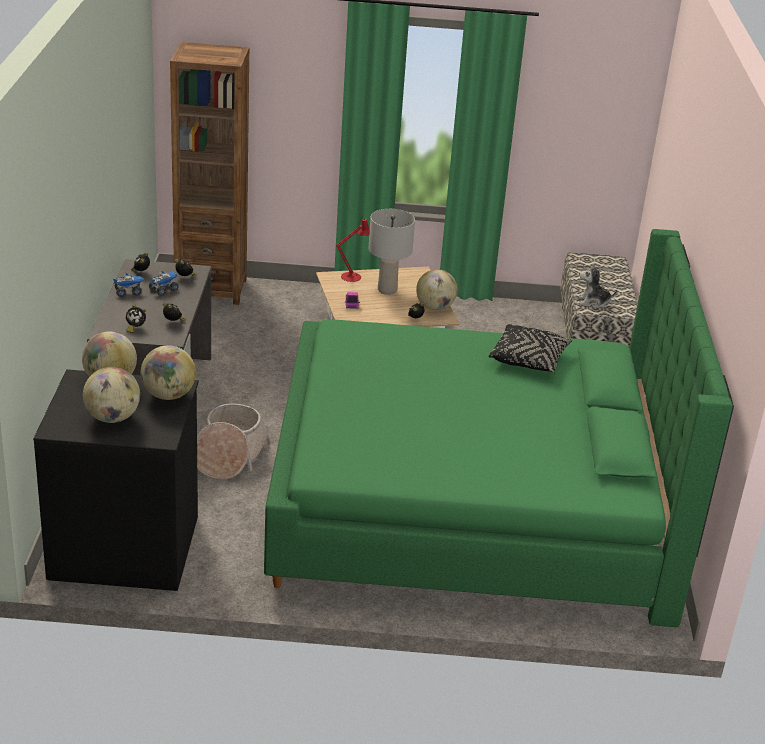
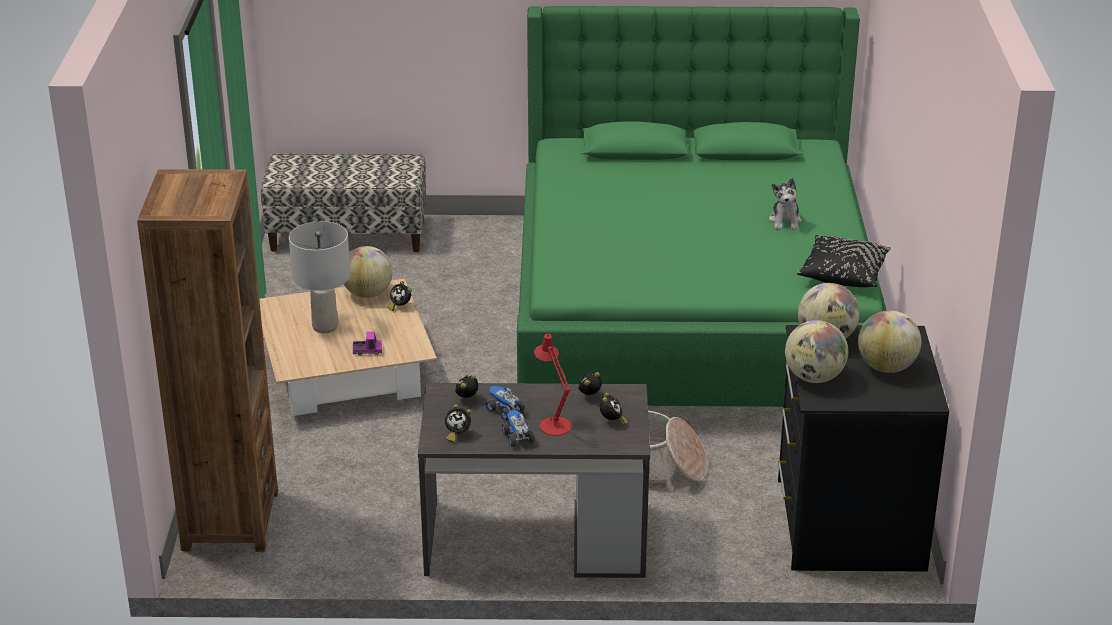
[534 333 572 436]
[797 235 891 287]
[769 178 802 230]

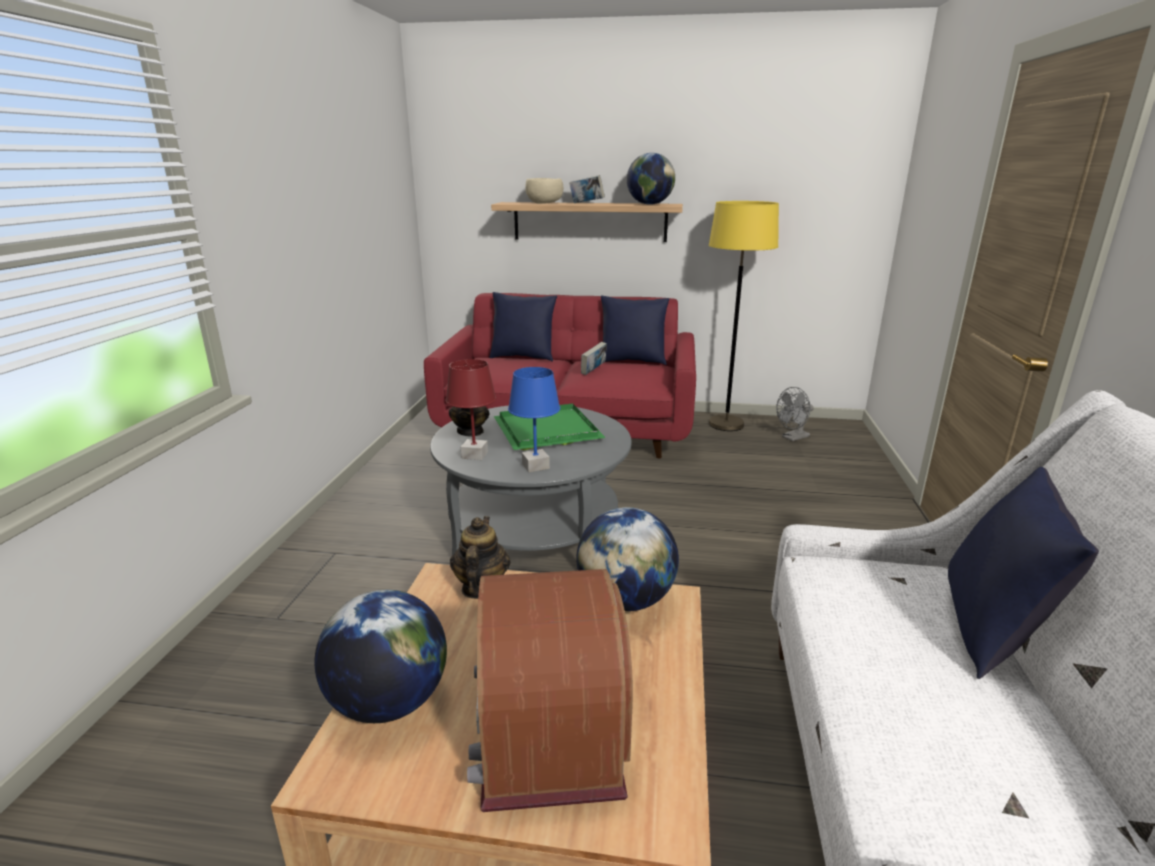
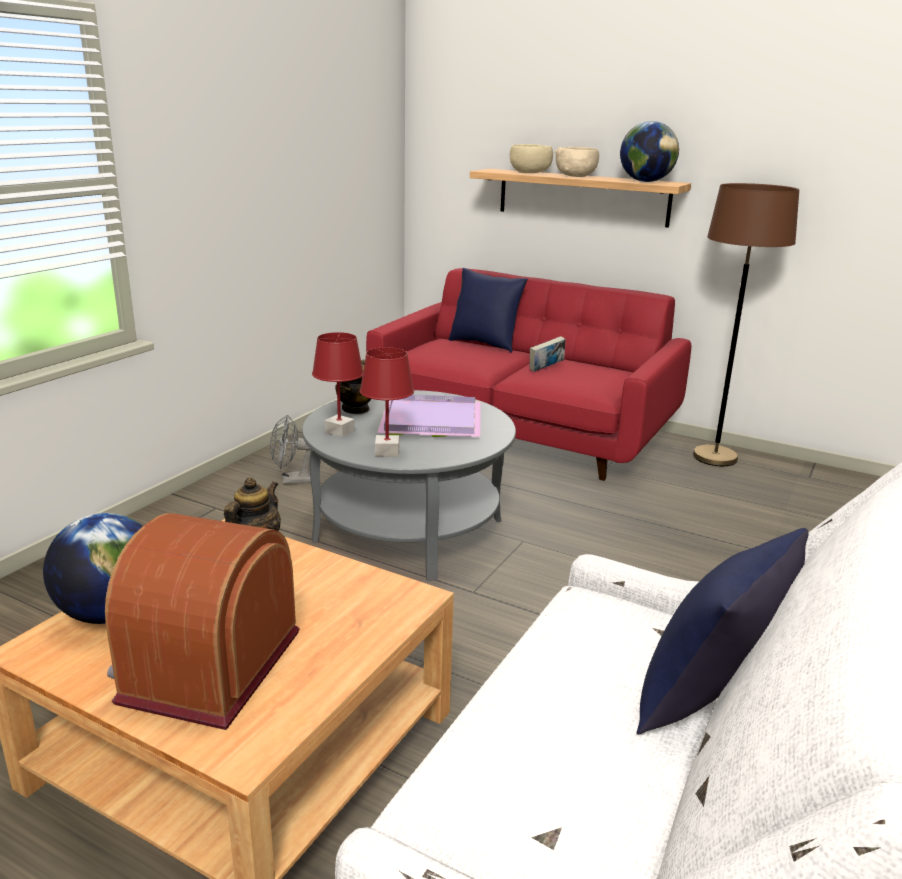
[577 507 679 611] (first image)
[601 296 669 365] (first image)
[270 415 311 484]
[555 147 599 177]
[377 395 481 437]
[360 347 414 457]
[693 183 800 466]

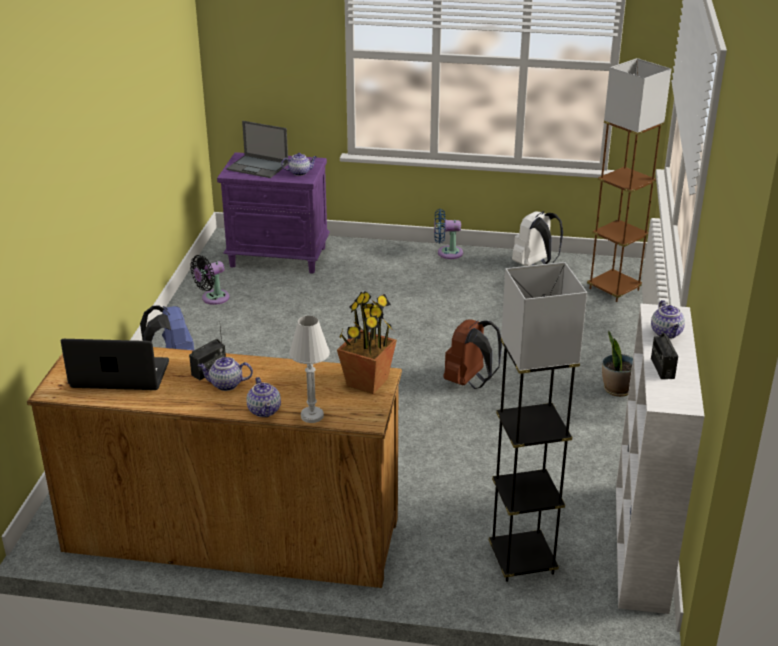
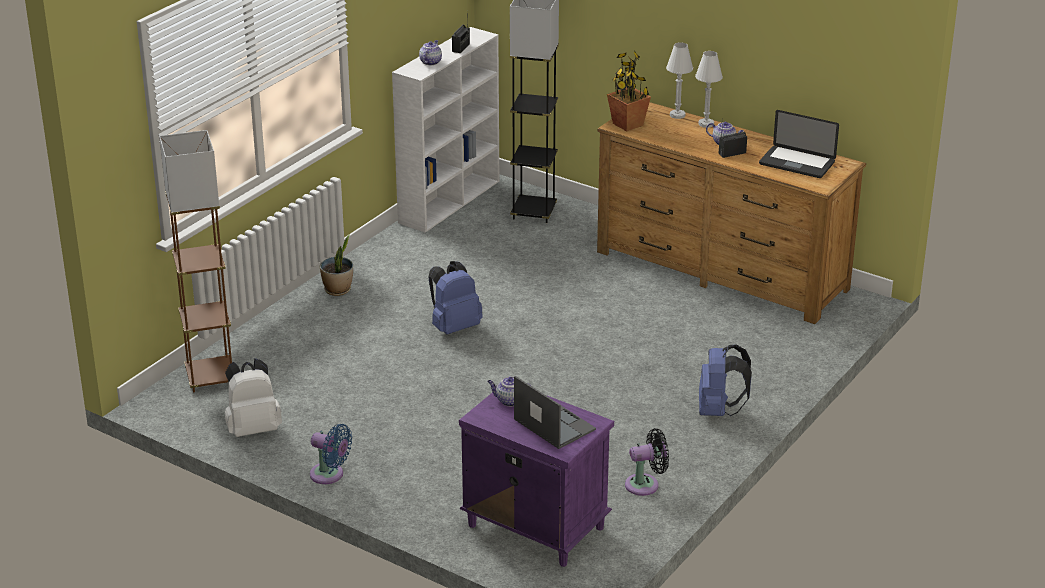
[695 51 723 128]
[429 261 483 335]

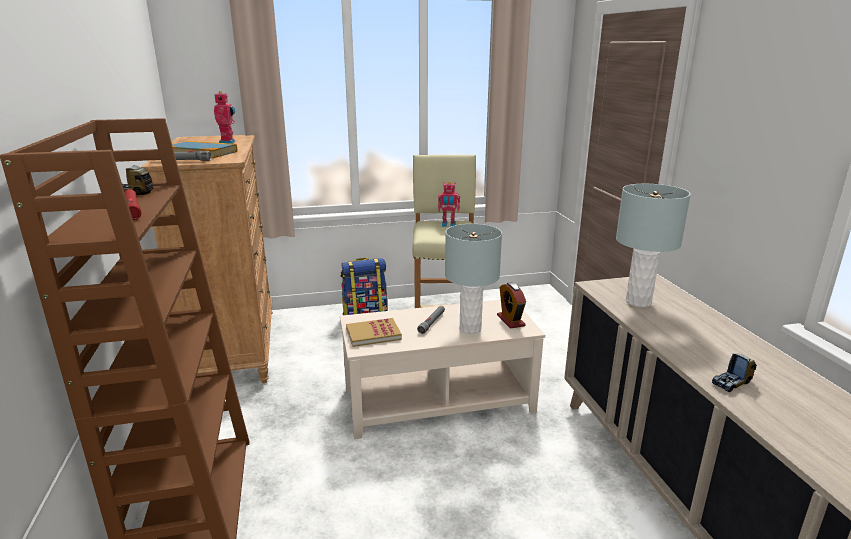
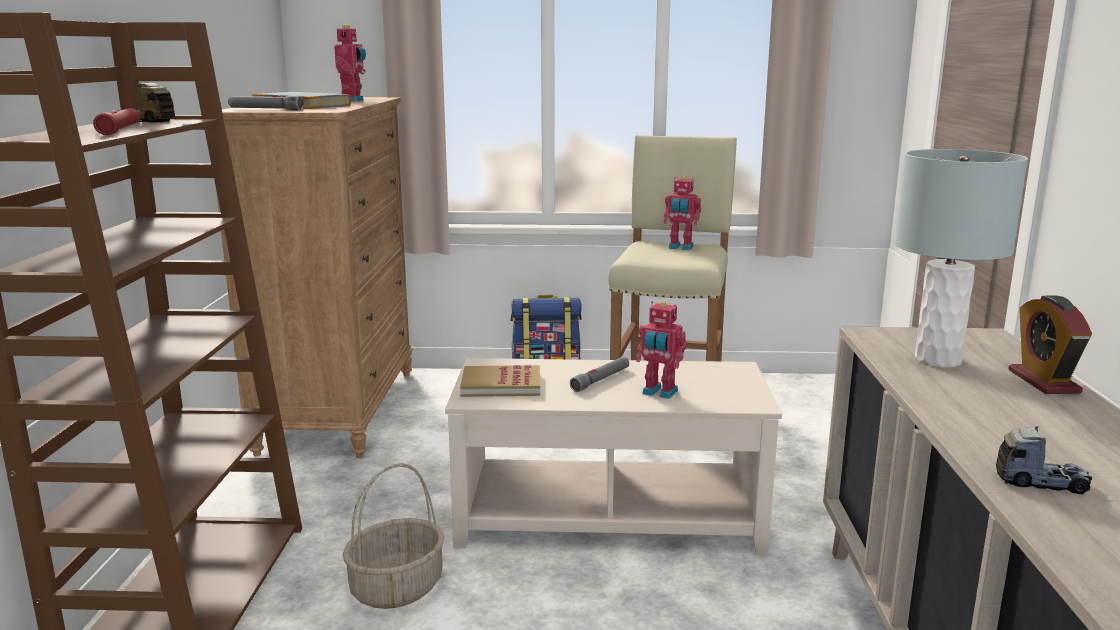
[343 463 444 609]
[1008 295 1092 394]
[636 301 687 399]
[996 426 1092 495]

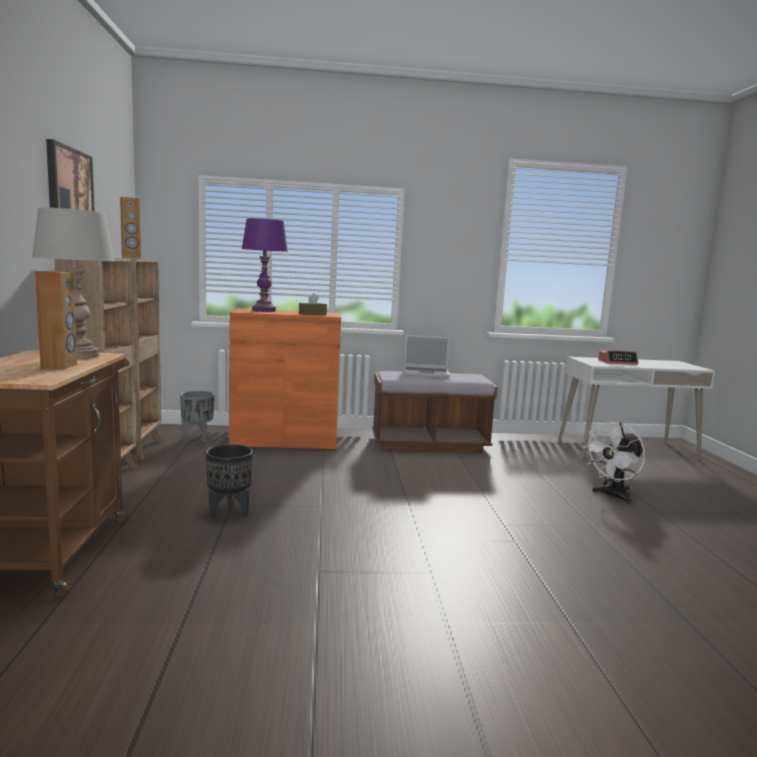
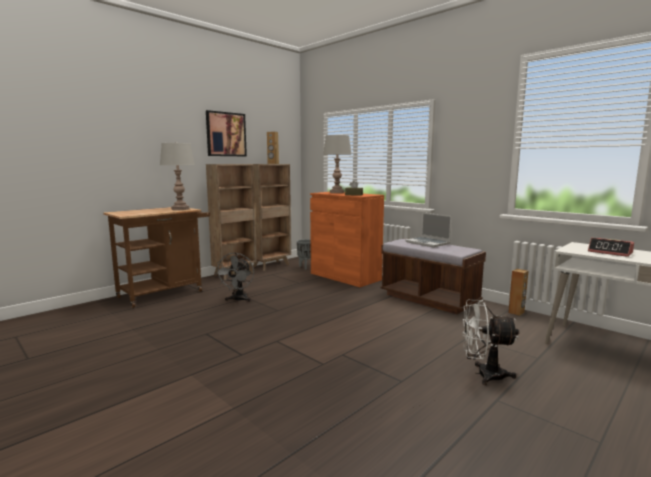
[508 269 528 316]
[215 252 254 302]
[323 135 352 193]

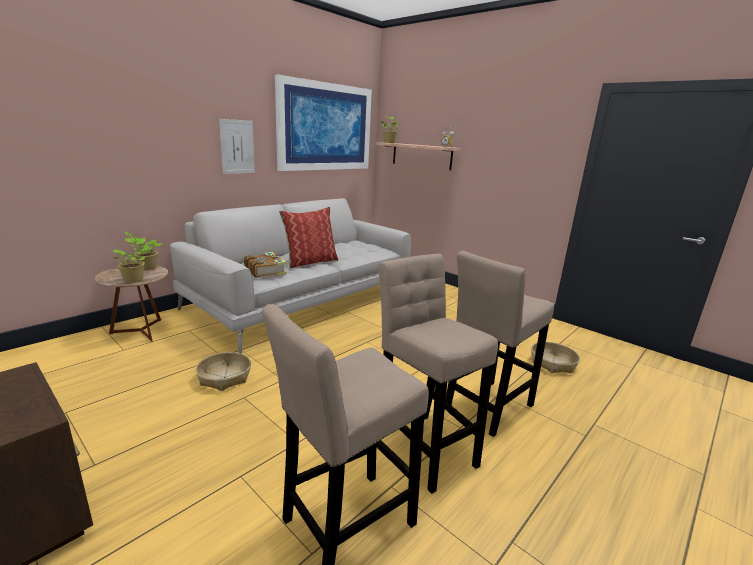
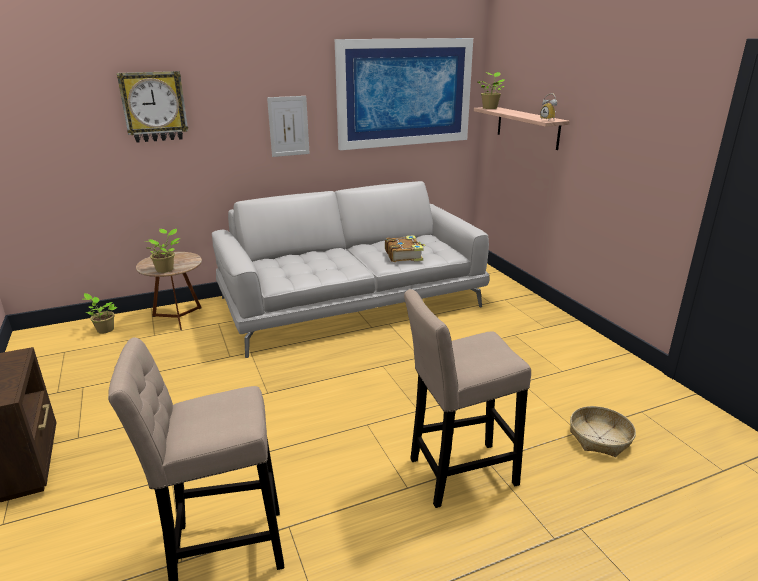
[196 352 251 391] (first image)
[279 207 338 269] (first image)
[378 254 498 494] (first image)
[117 71 188 143]
[82 293 117 334]
[385 235 426 262]

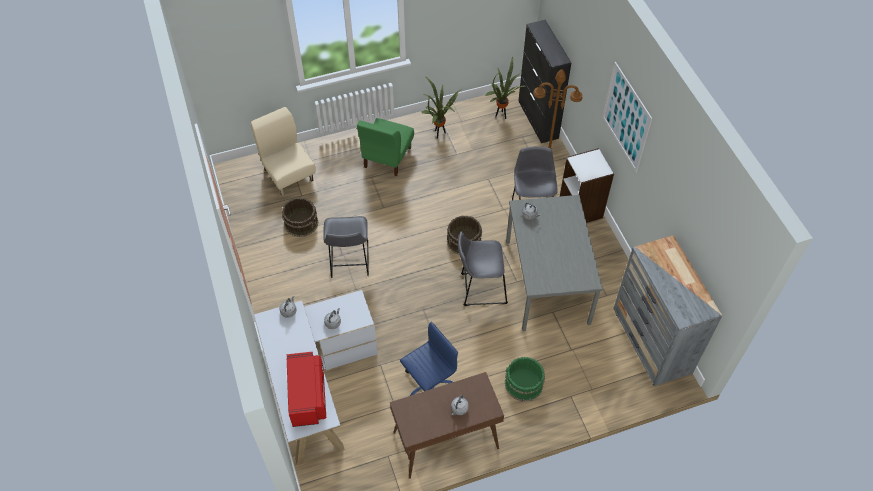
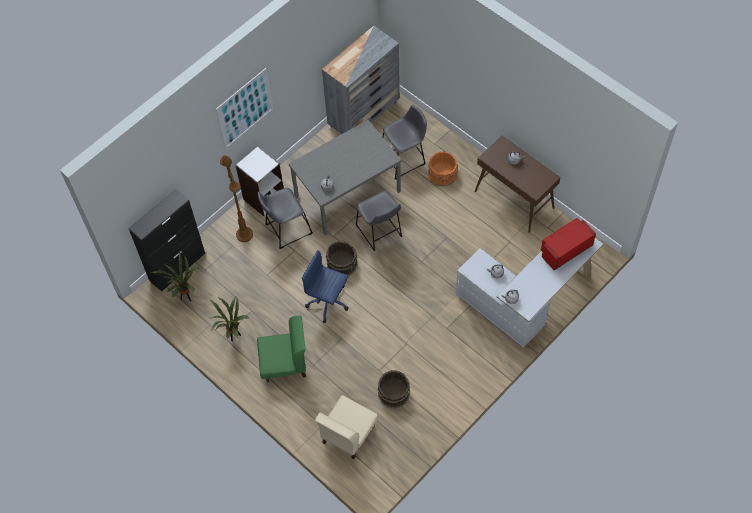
[382 105 427 180]
[302 250 349 323]
[428 151 458 186]

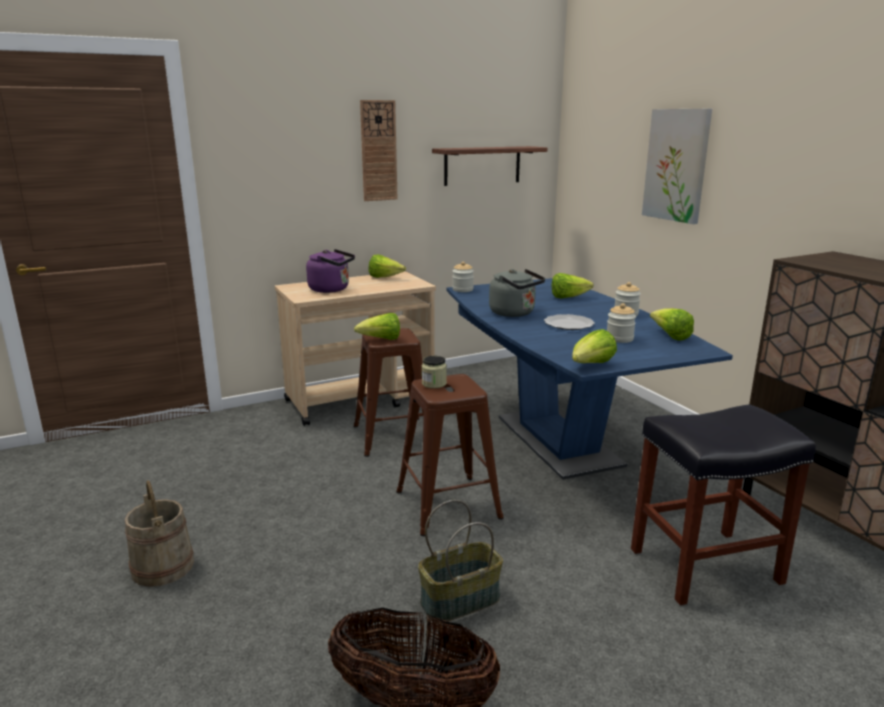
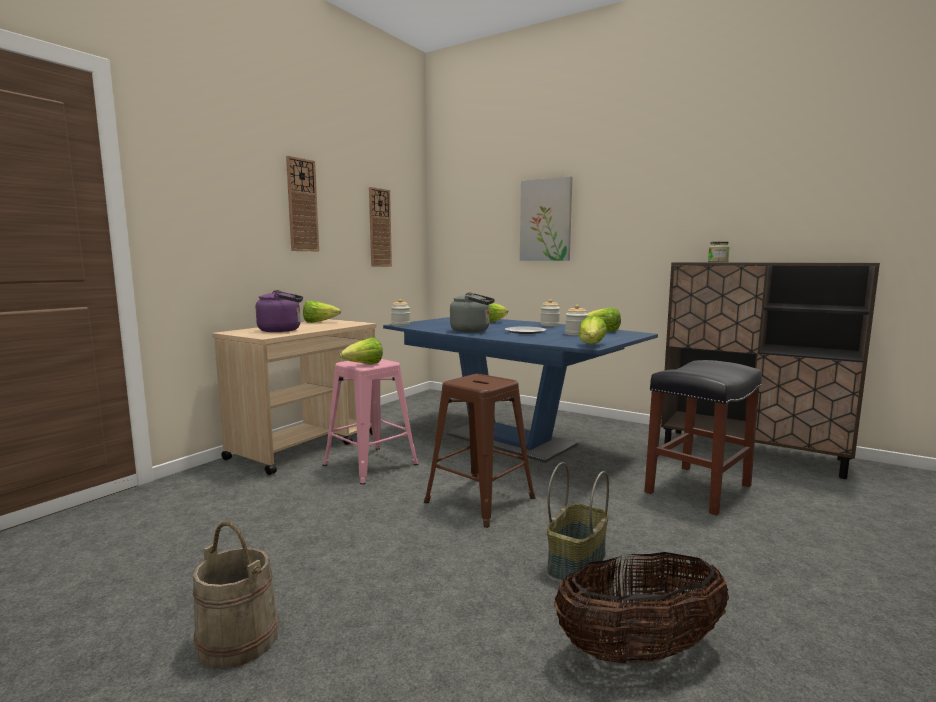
[708 242 730 262]
[369 187 392 267]
[323 359 419 485]

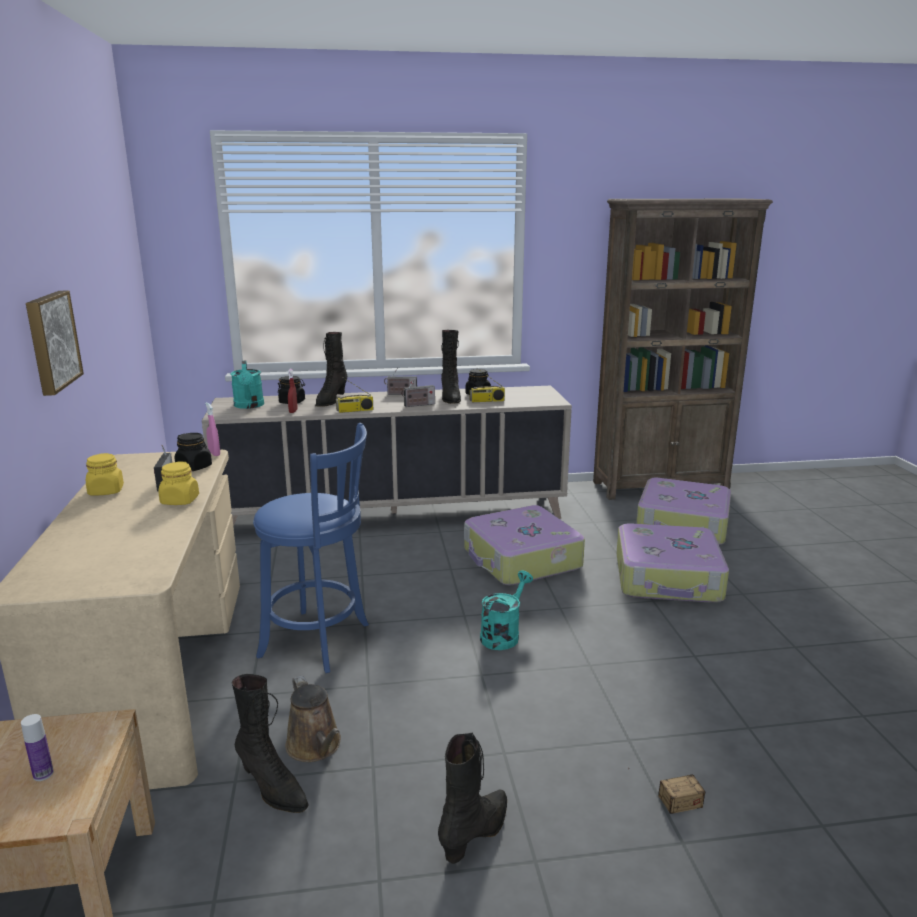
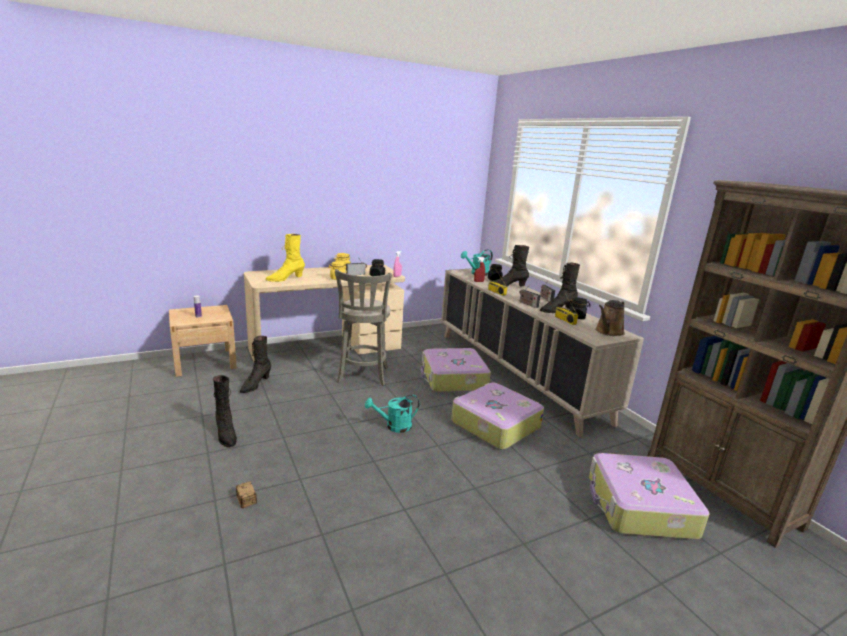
[26 291 84 396] (first image)
[265 234 305 282]
[595 300 625 336]
[421 348 491 393]
[335 269 392 386]
[213 375 237 448]
[365 395 419 433]

